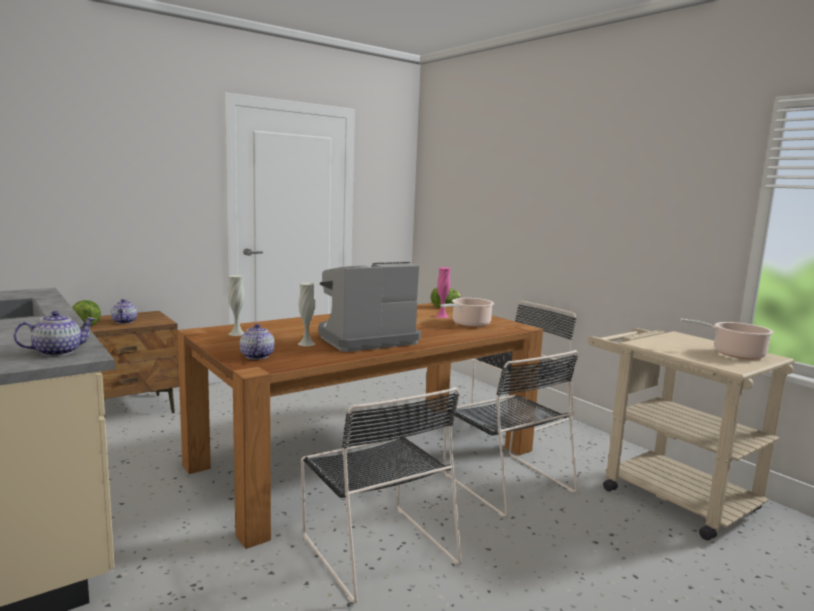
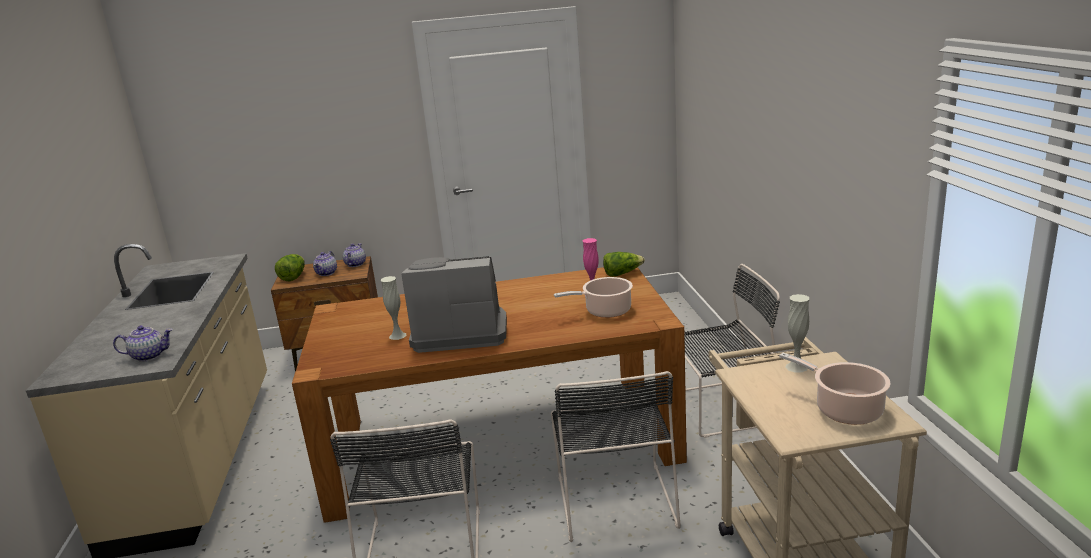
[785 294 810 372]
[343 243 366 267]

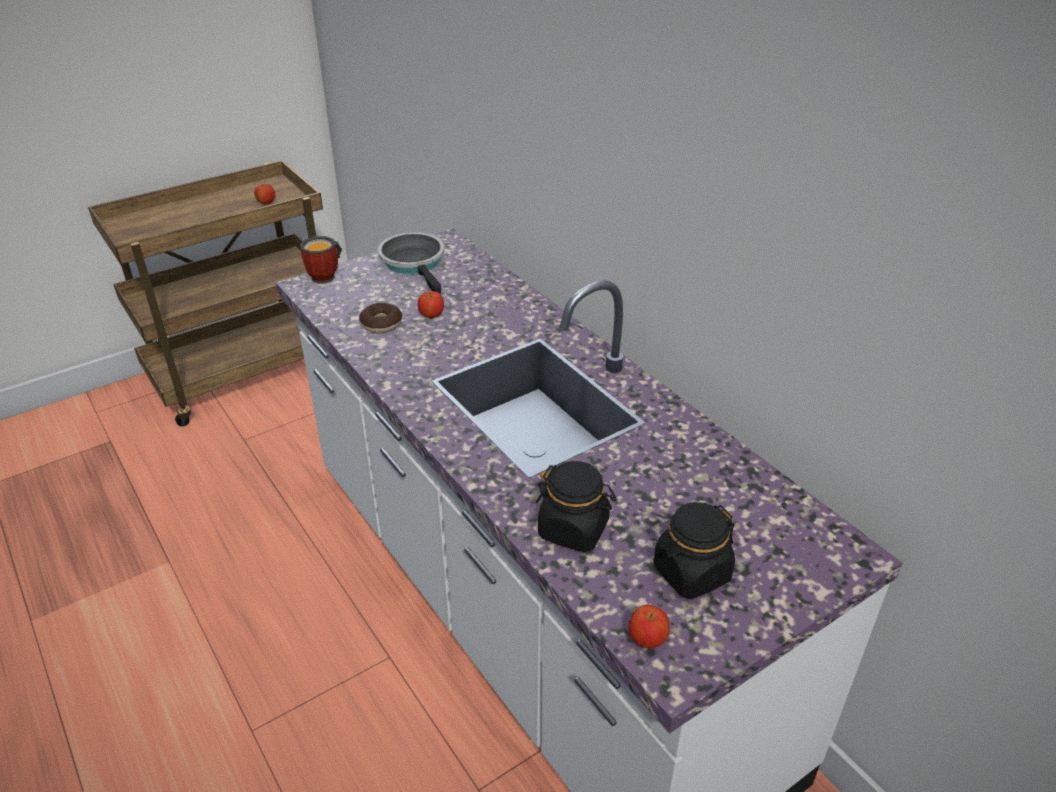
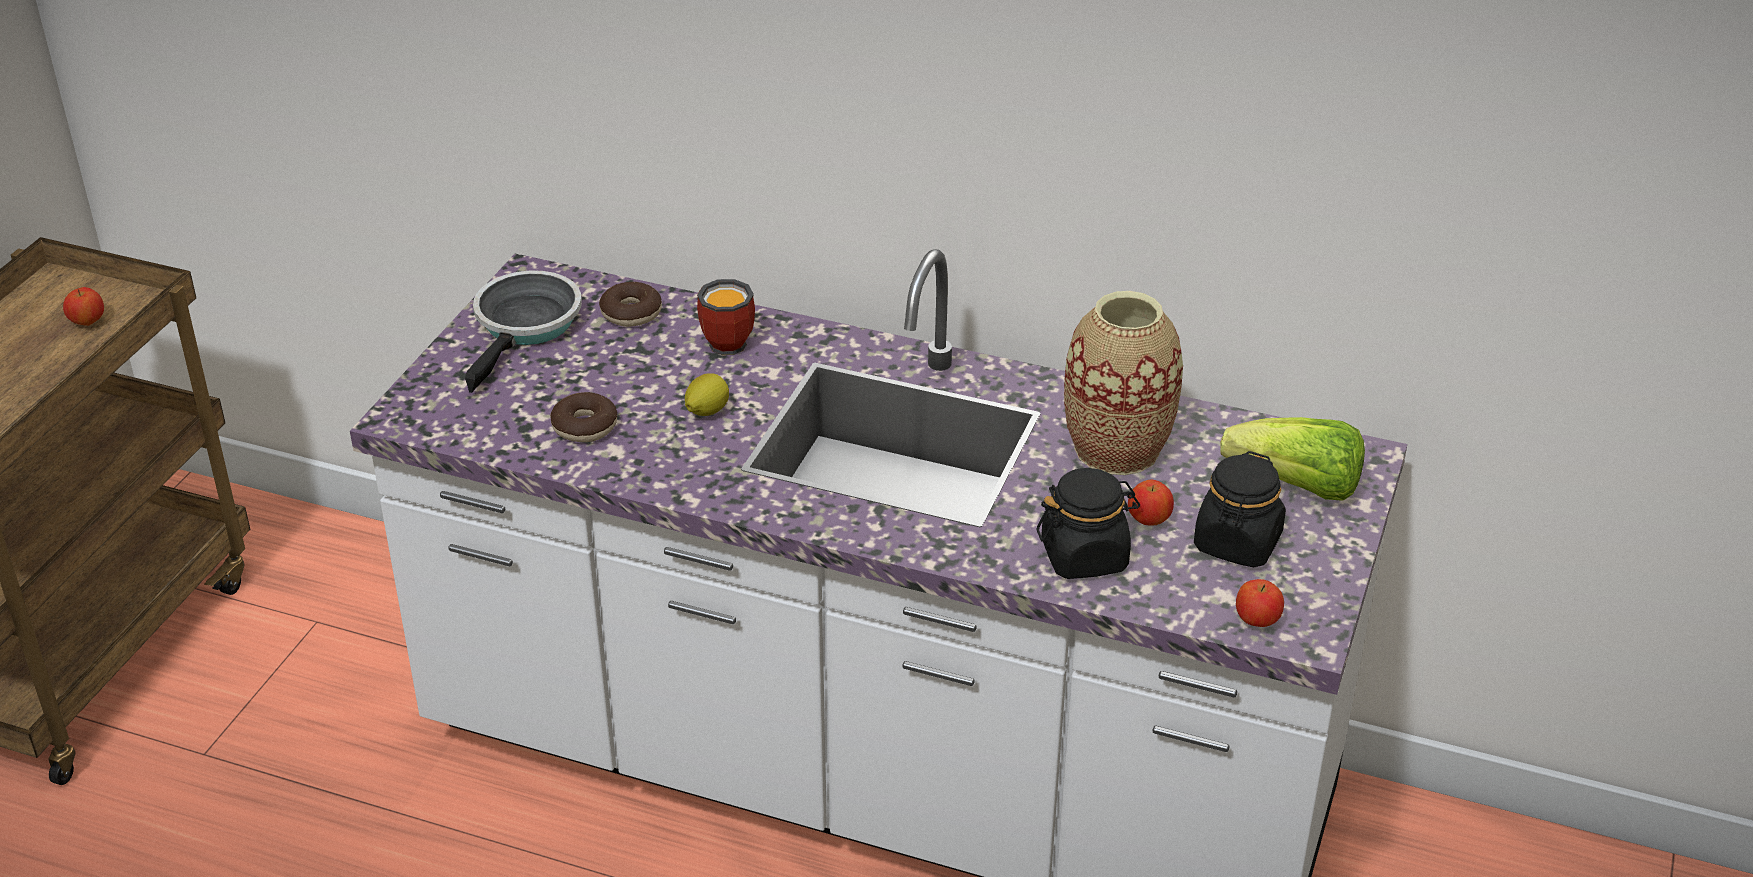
[599 282 662 327]
[685 373 729 416]
[1064 291 1183 475]
[1220 417 1365 501]
[697 279 755 355]
[1128 480 1174 525]
[465 270 582 393]

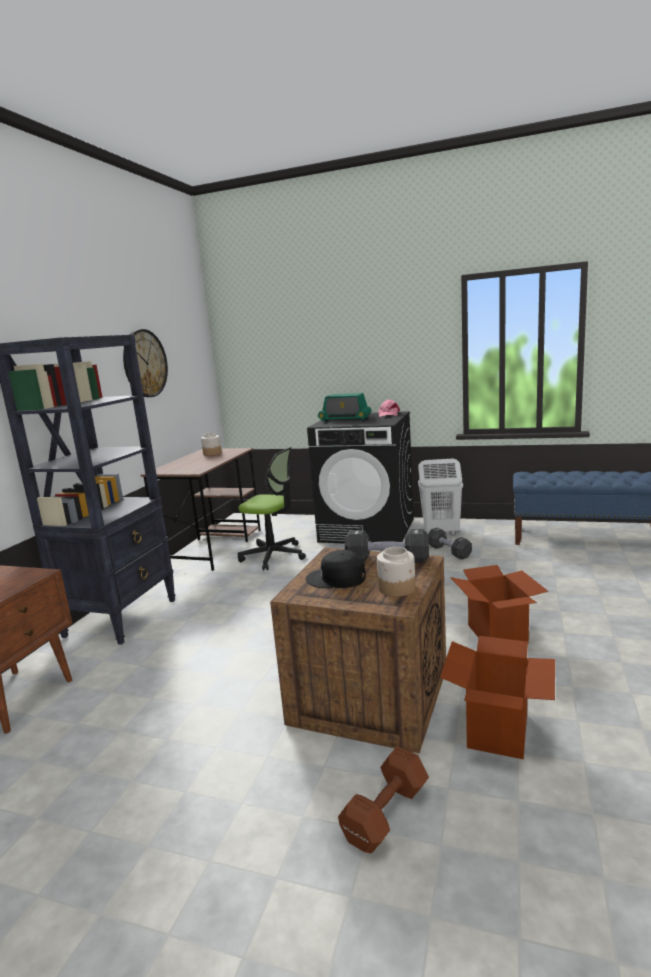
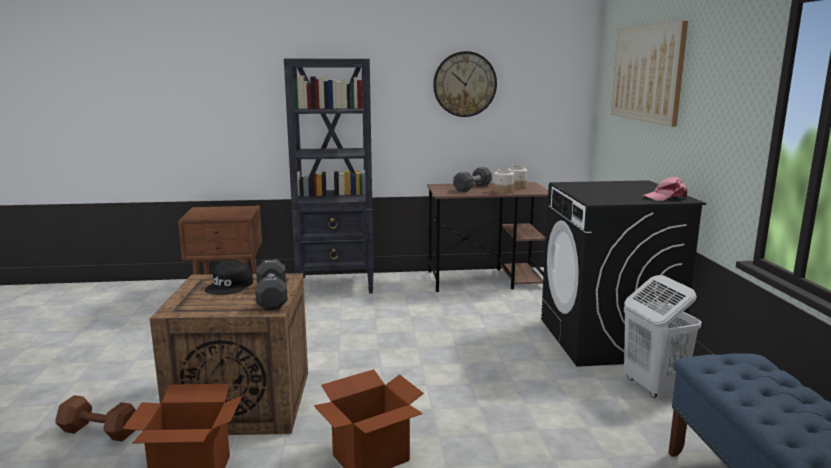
[238 447 306 570] (first image)
[318 393 372 421] (first image)
[611 21 688 127]
[493 169 514 194]
[453 167 492 192]
[205 261 253 295]

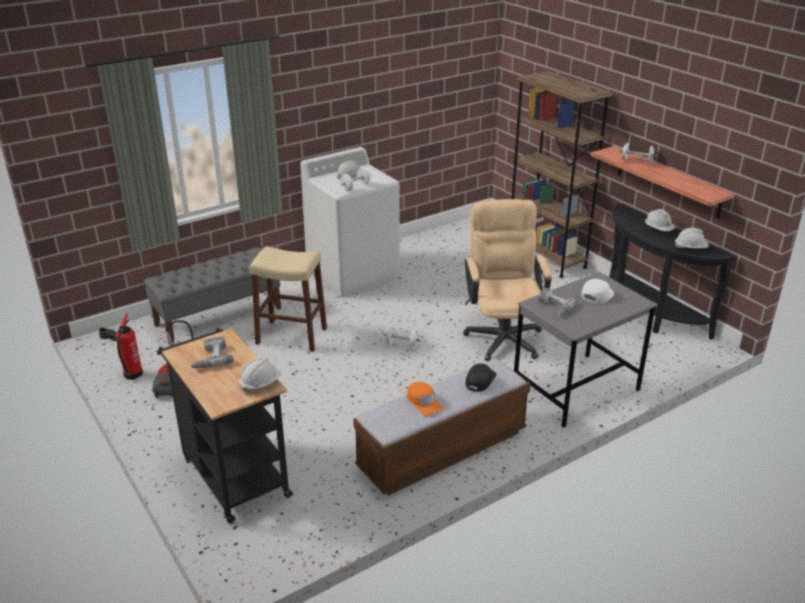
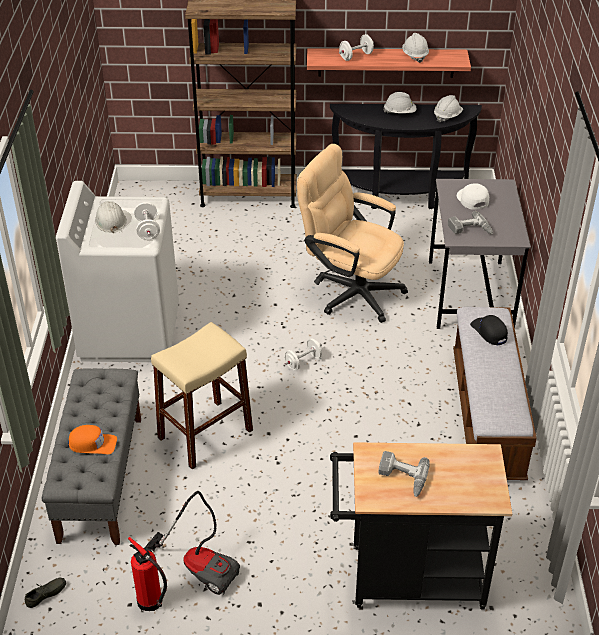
[402 33 429 63]
[68 425 117 454]

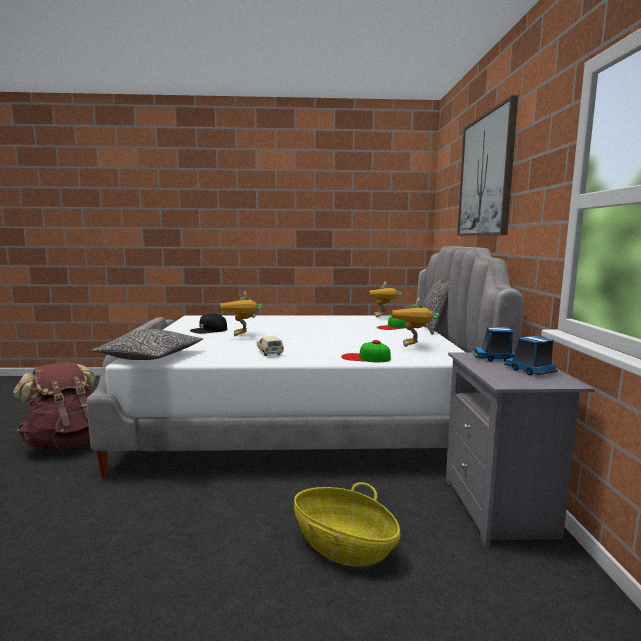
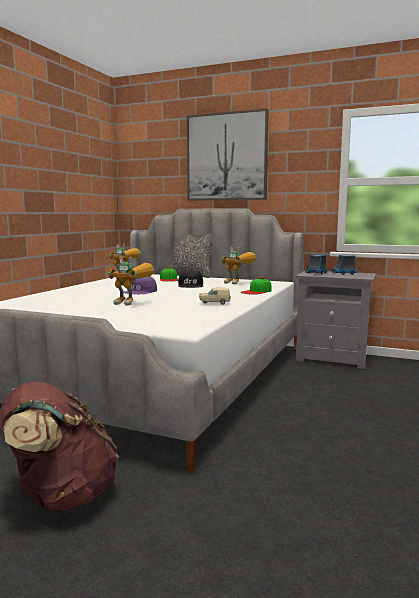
[92 329 203 360] (first image)
[294 482 401 567] (first image)
[123 276 157 294]
[178 270 203 288]

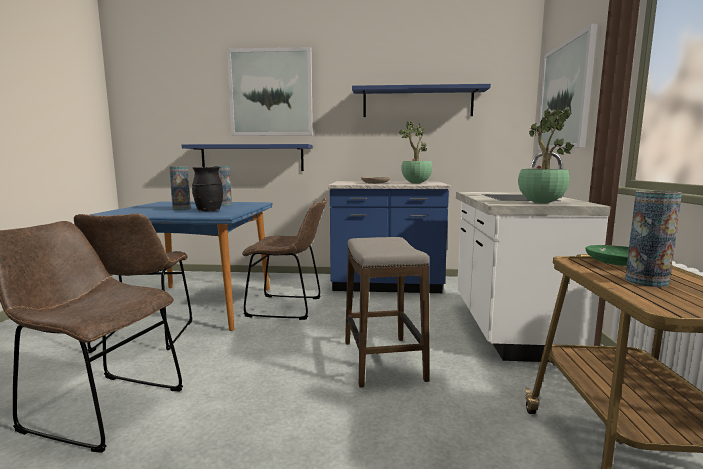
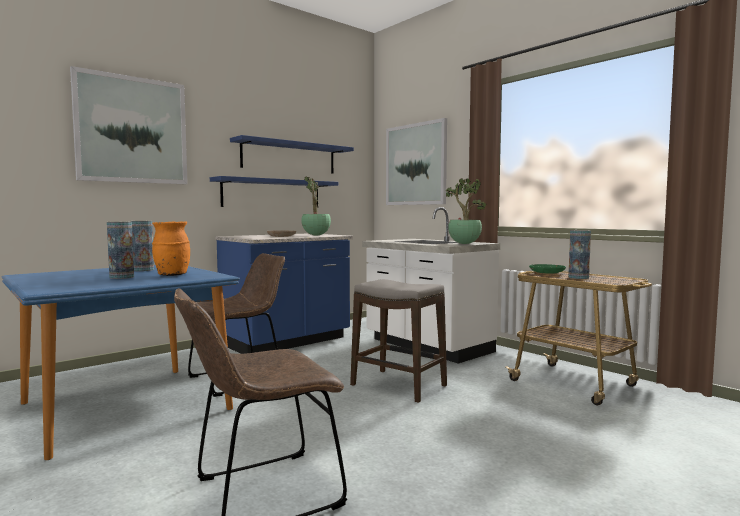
[74 213 192 353] (first image)
[210 176 338 207]
[152 221 190 276]

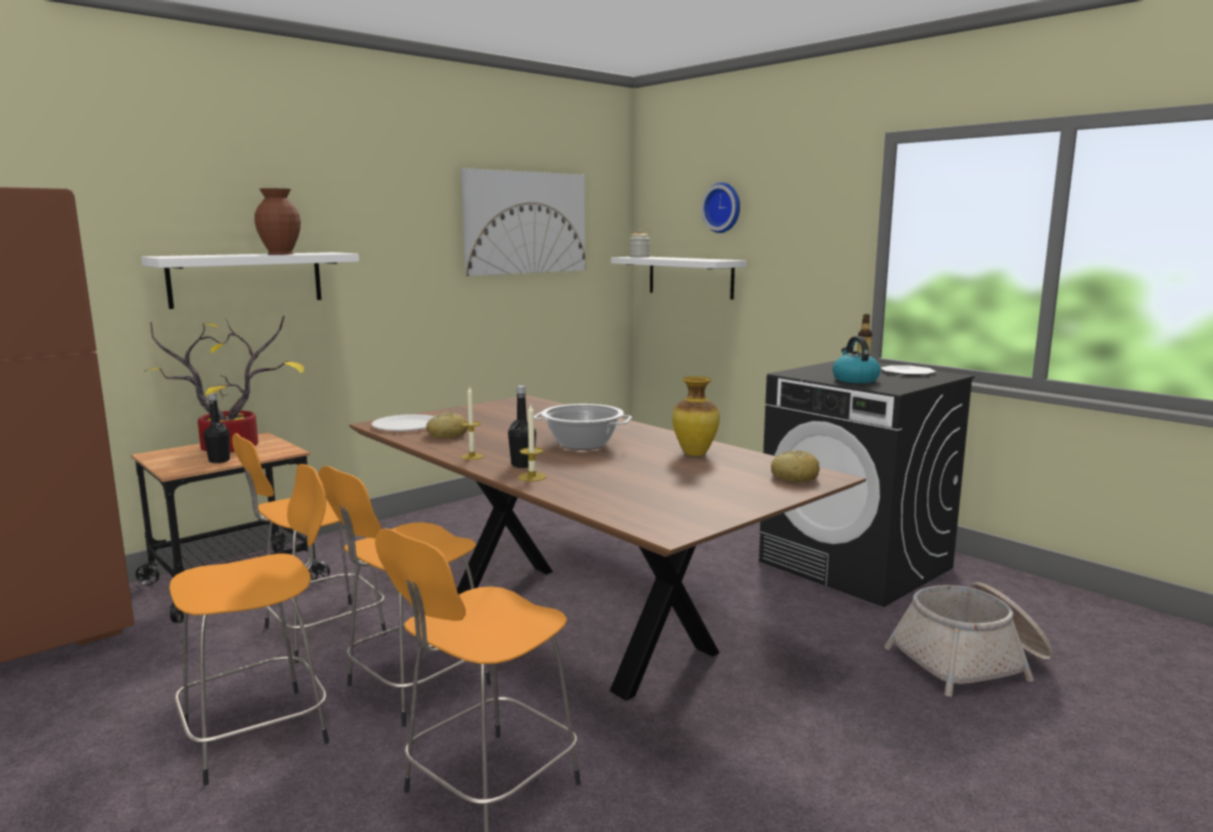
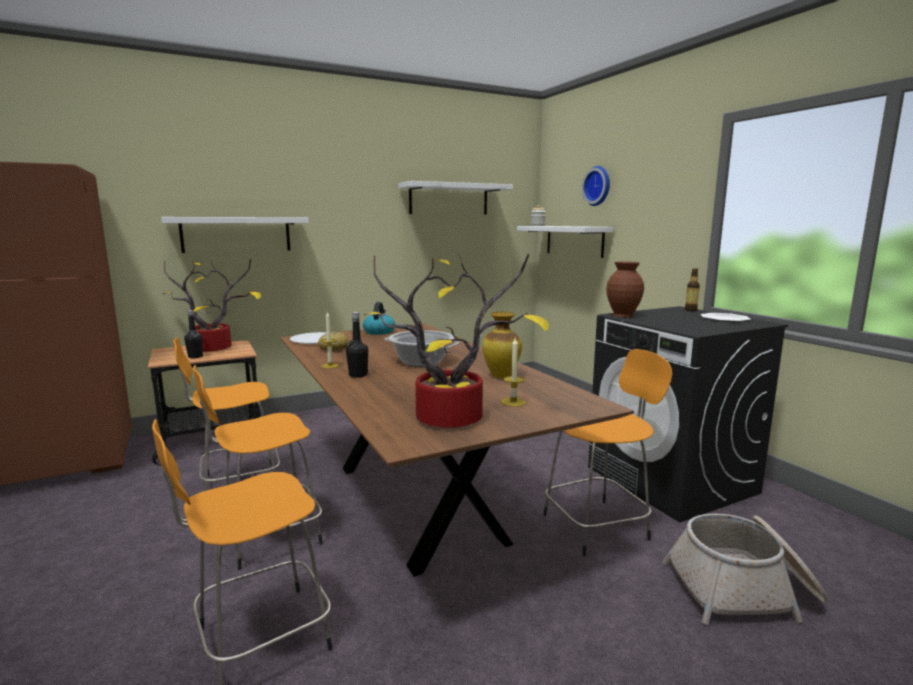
[771 450 820 482] (first image)
[363 254 549 428]
[543 349 672 556]
[606 261 644 317]
[501 338 526 407]
[363 302 395 335]
[398 181 513 215]

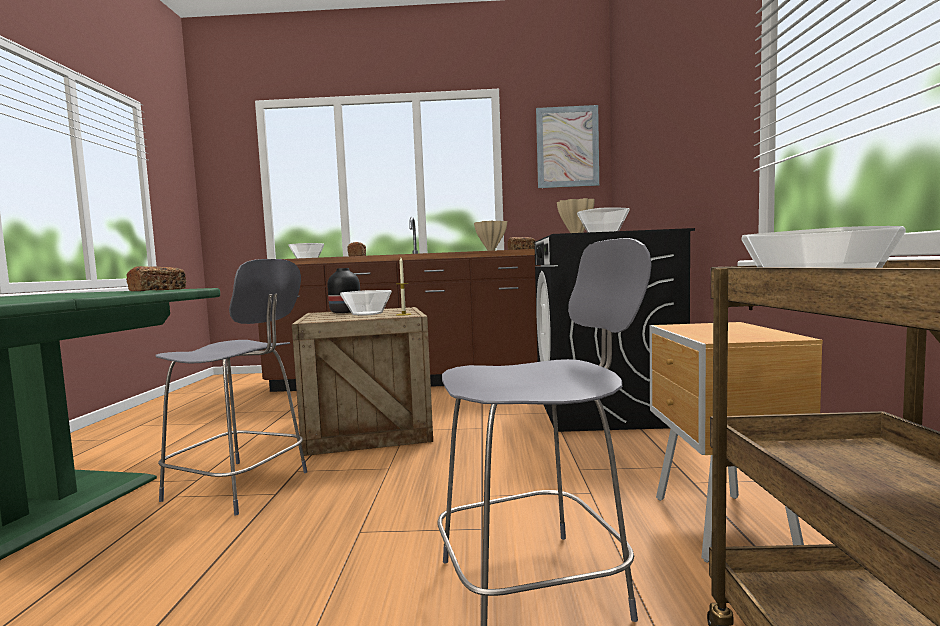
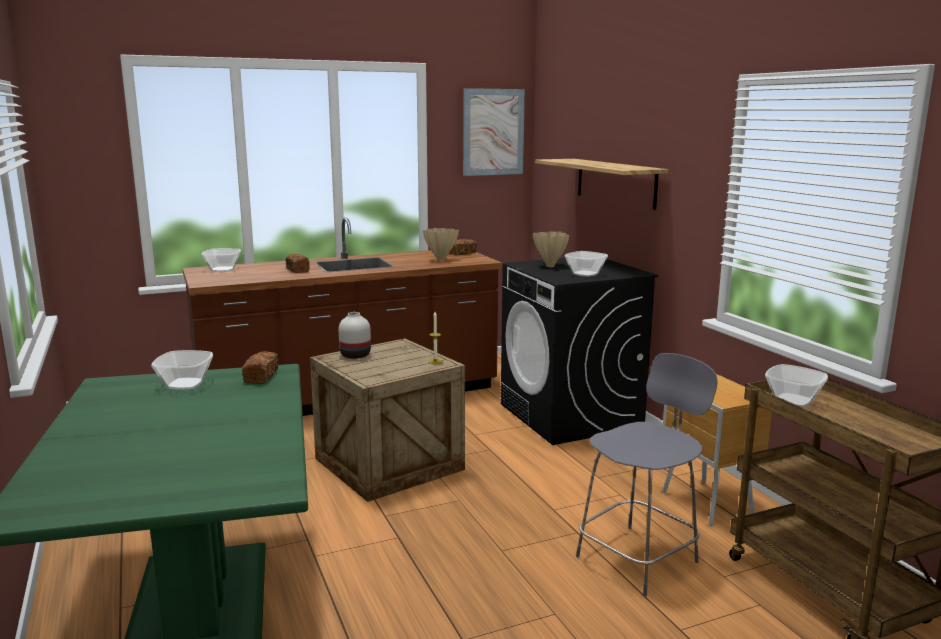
[155 259 307 515] (first image)
[535 159 668 210]
[151 350 213 390]
[339 312 371 359]

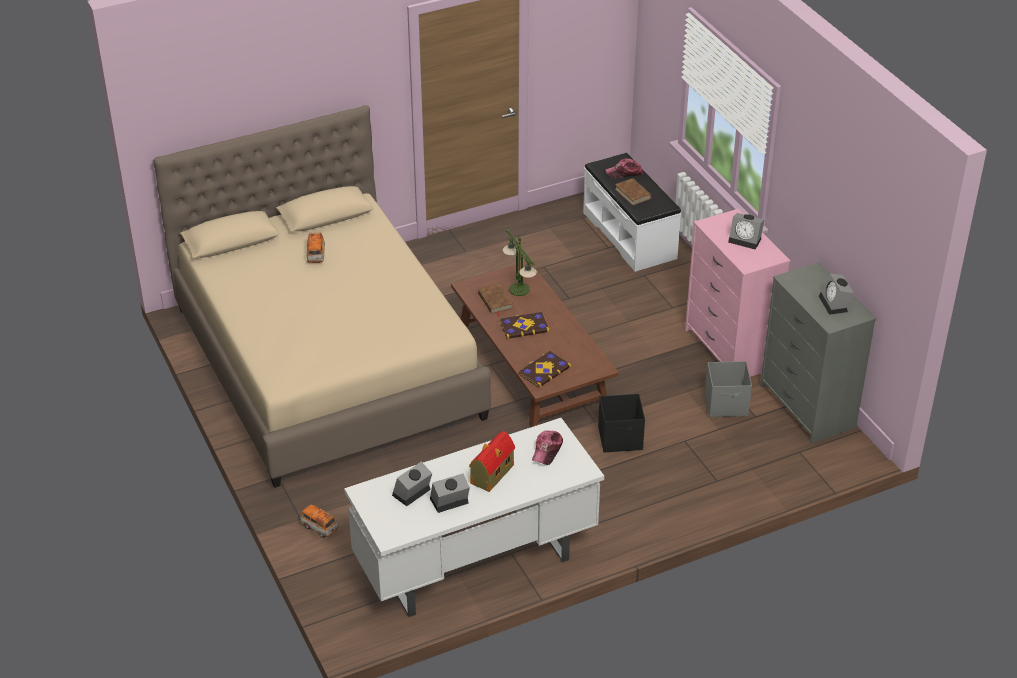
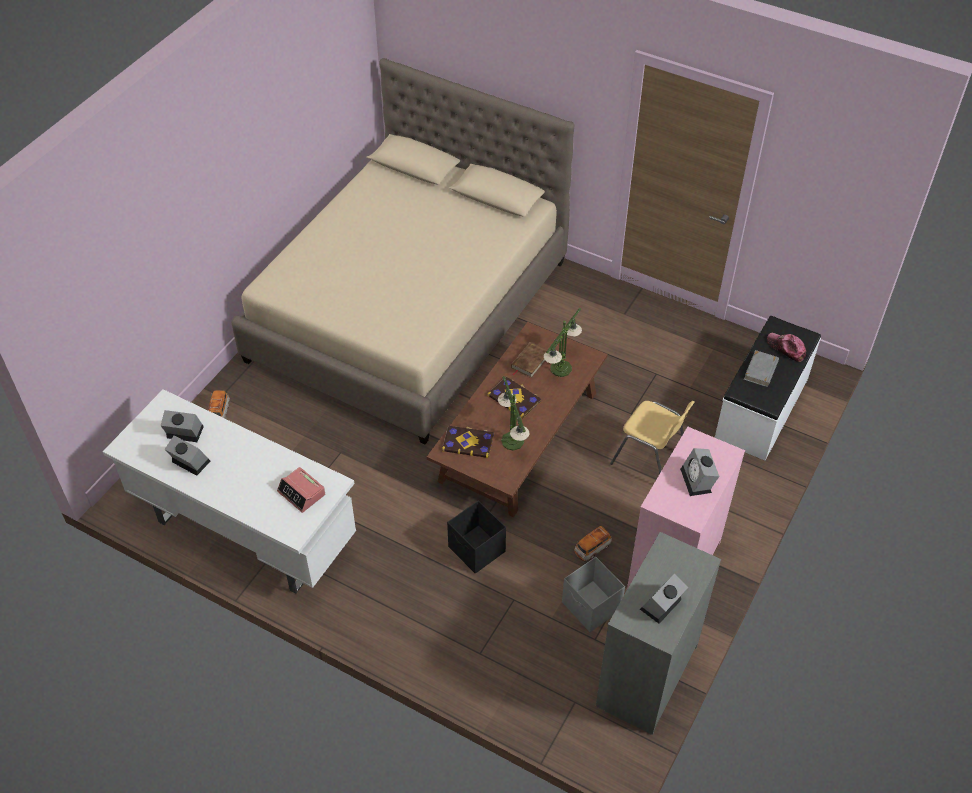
[469 431 515 492] (first image)
[498 376 530 450]
[610 401 695 474]
[574 526 612 561]
[277 467 325 513]
[744 350 779 387]

